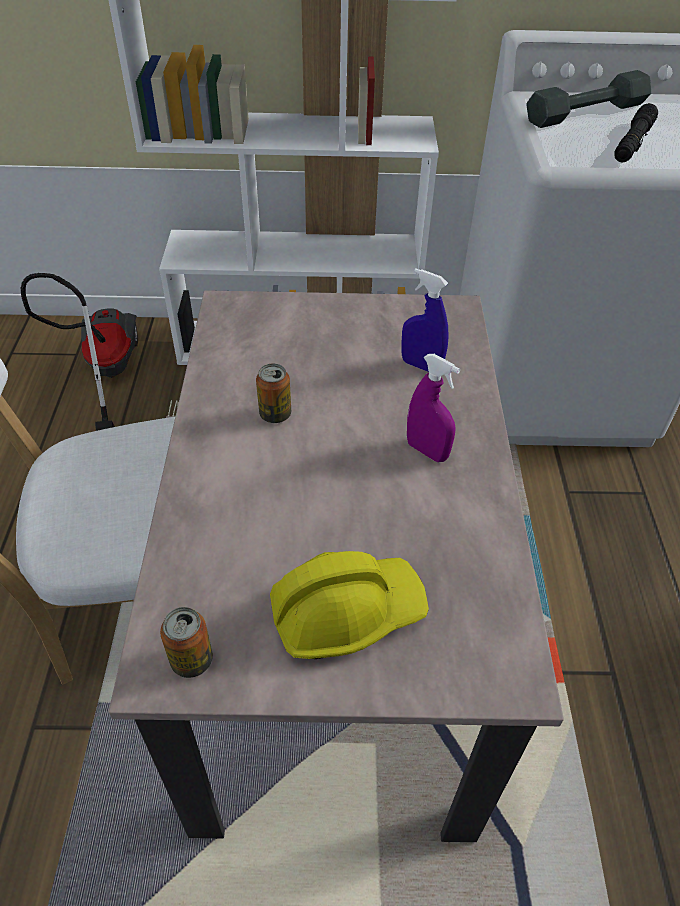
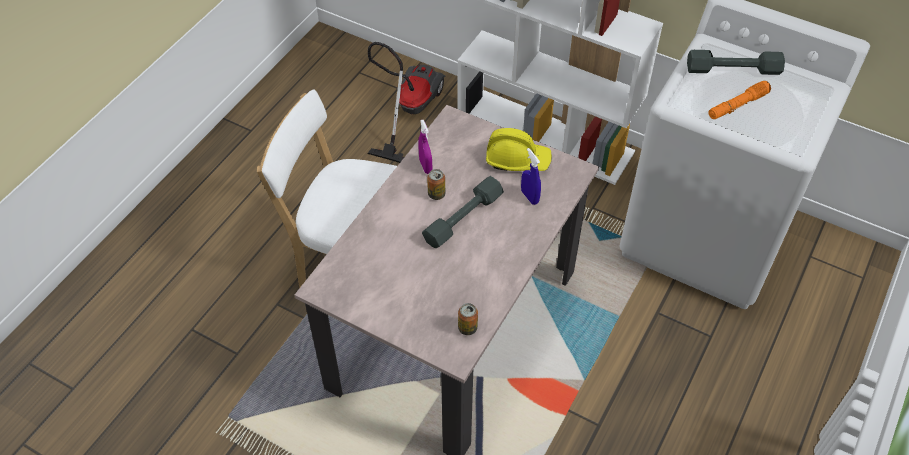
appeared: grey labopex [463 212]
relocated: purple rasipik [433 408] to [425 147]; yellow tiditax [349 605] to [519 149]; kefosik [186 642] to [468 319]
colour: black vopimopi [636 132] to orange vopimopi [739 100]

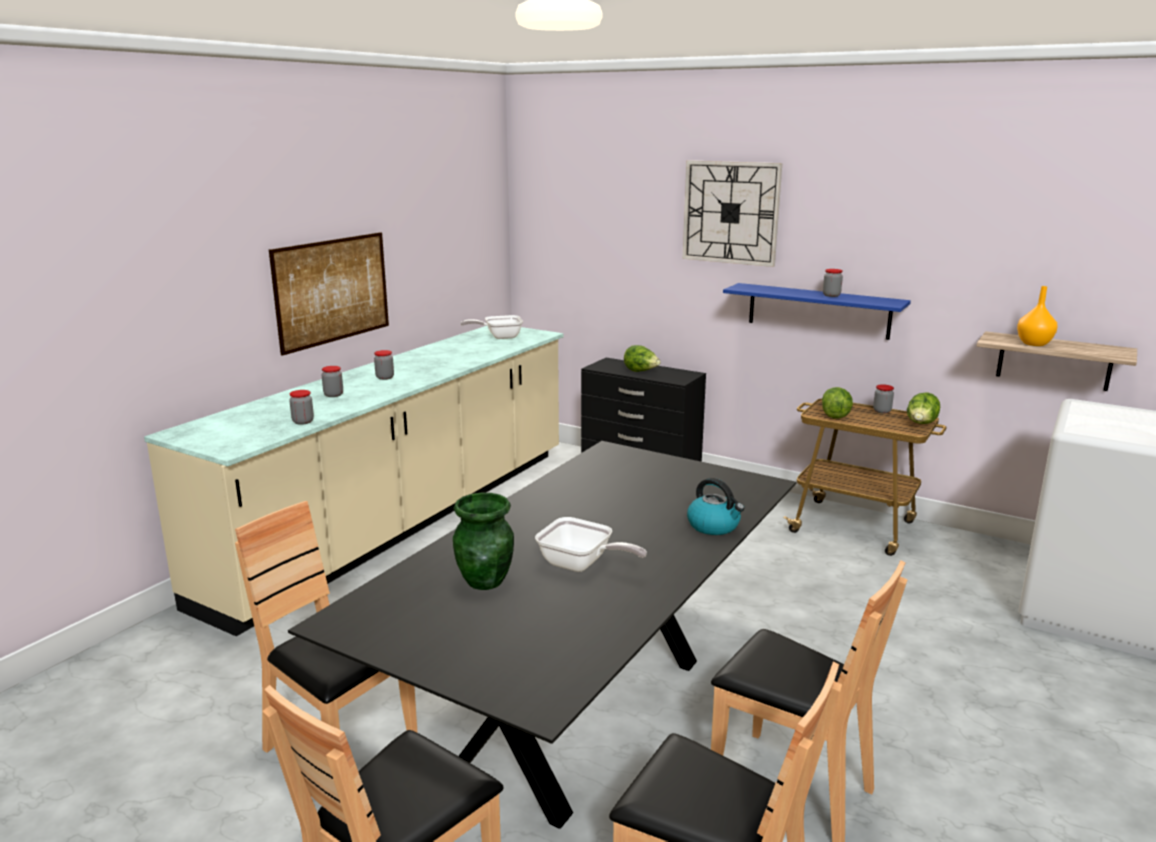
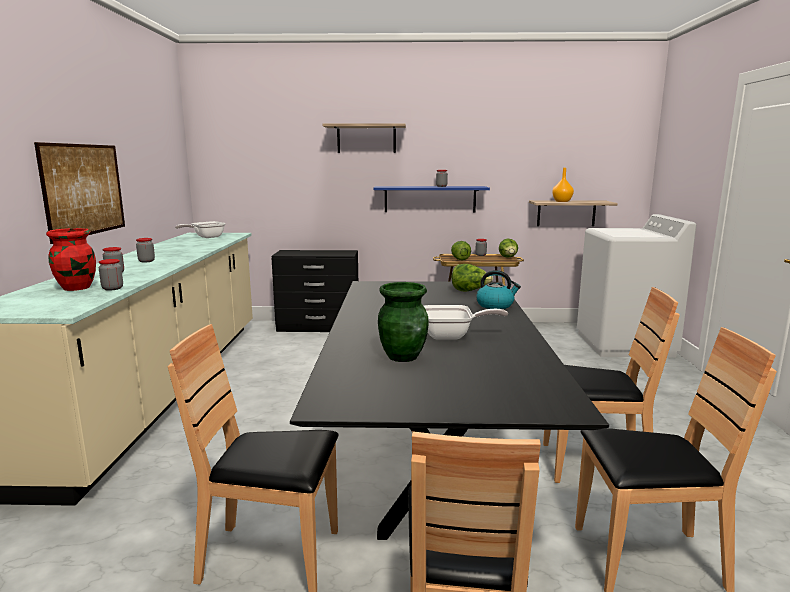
appeared: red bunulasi [71 259]
relocated: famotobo [642 358] to [472 278]
exchanged: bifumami [732 213] to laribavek [364 138]

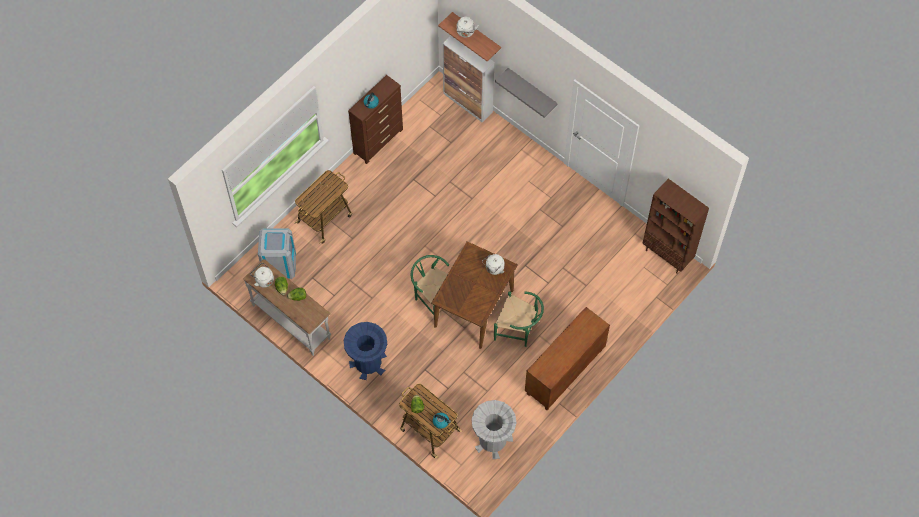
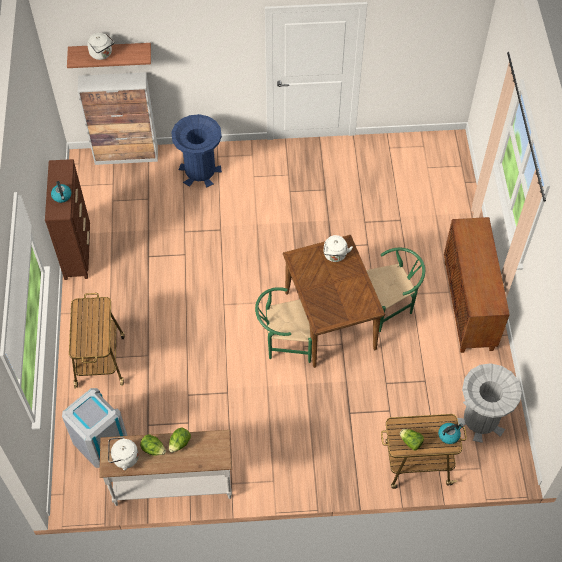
missing: grey laribavek [526 93]; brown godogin [675 226]
relocated: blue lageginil [365 351] to [196 151]

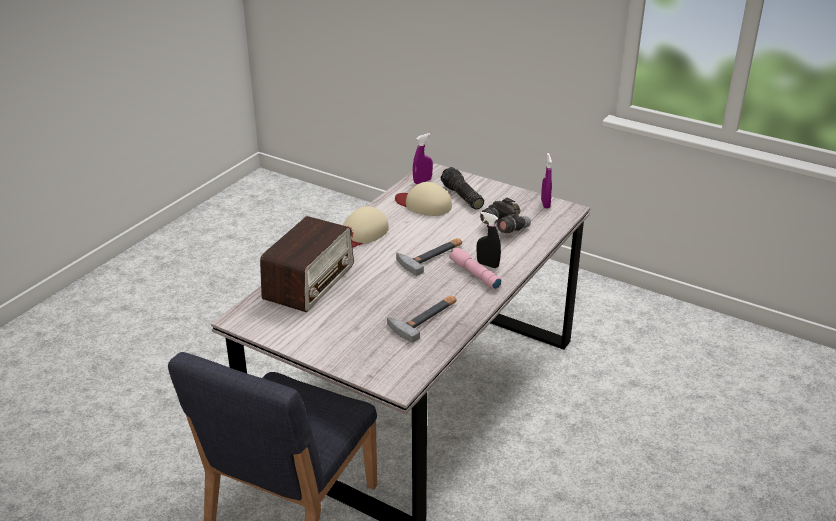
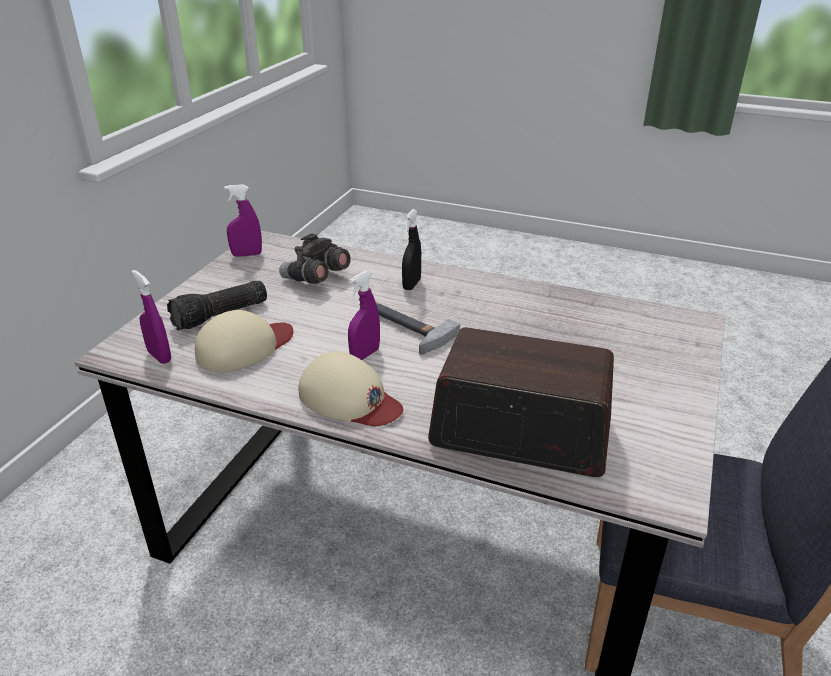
missing: pink vopimopi [475 268]; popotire [422 319]
appeared: purple rasipik [364 315]
spun: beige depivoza [423 199] = [244 341] 150 degrees counterclockwise

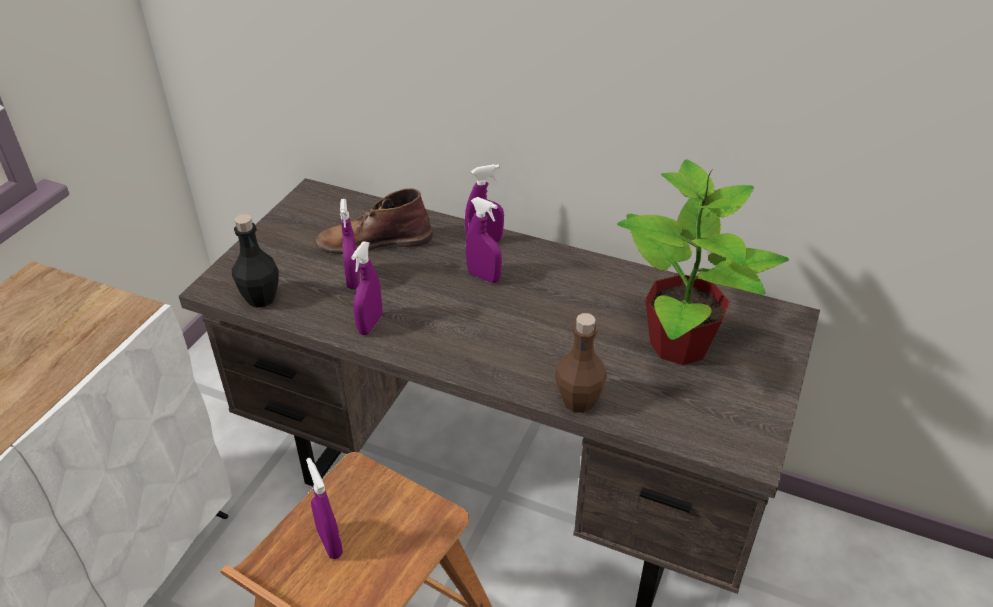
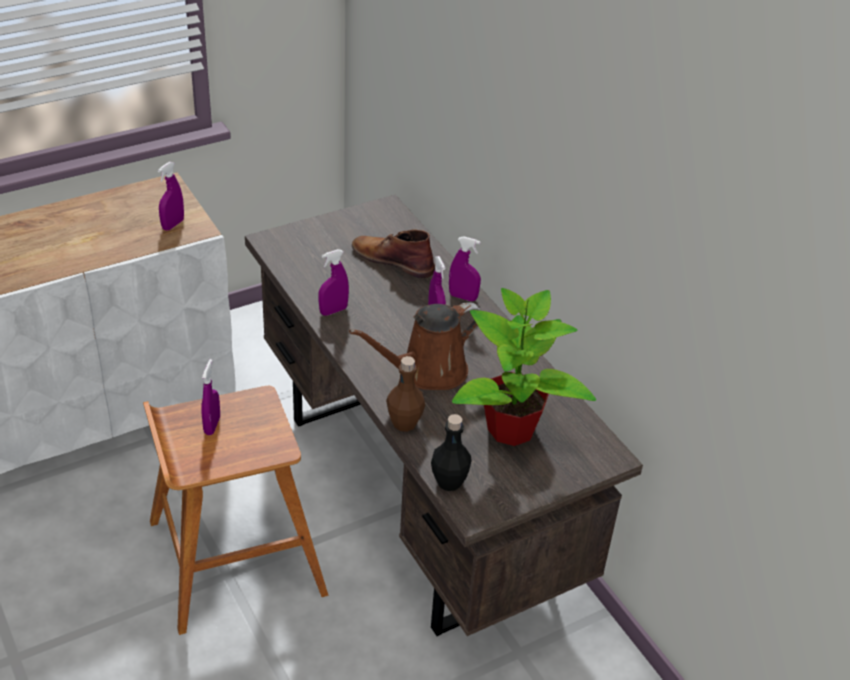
appeared: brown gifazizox [415 346]
relocated: purple rasipik [349 244] to [171 196]; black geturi [255 260] to [451 452]

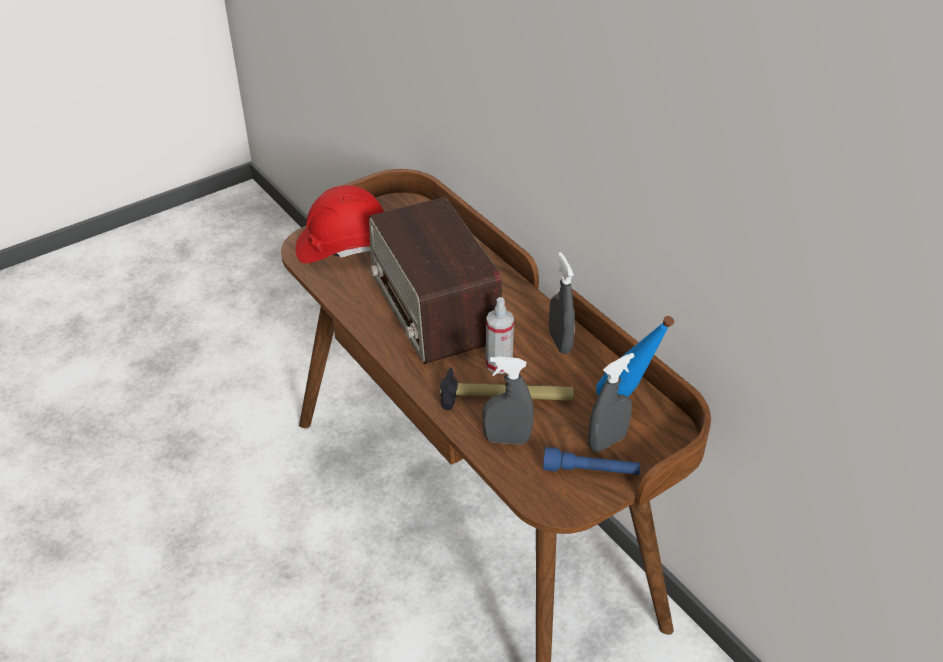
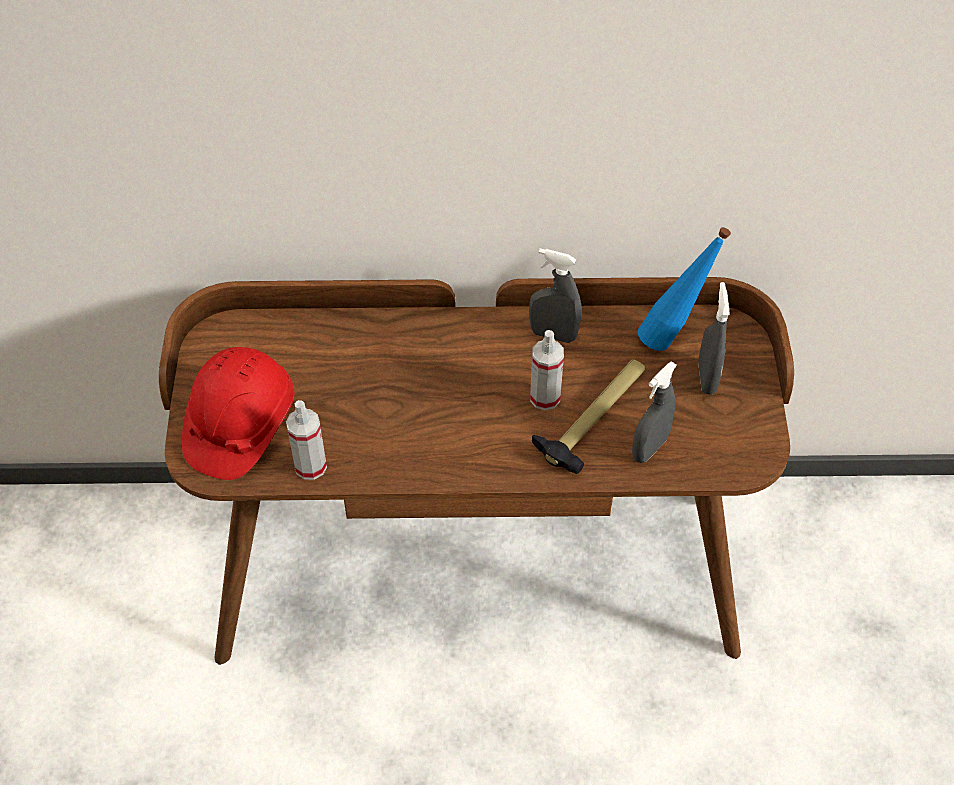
missing: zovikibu [435 280]; blue vopimopi [591 461]
appeared: rasipik [306 440]

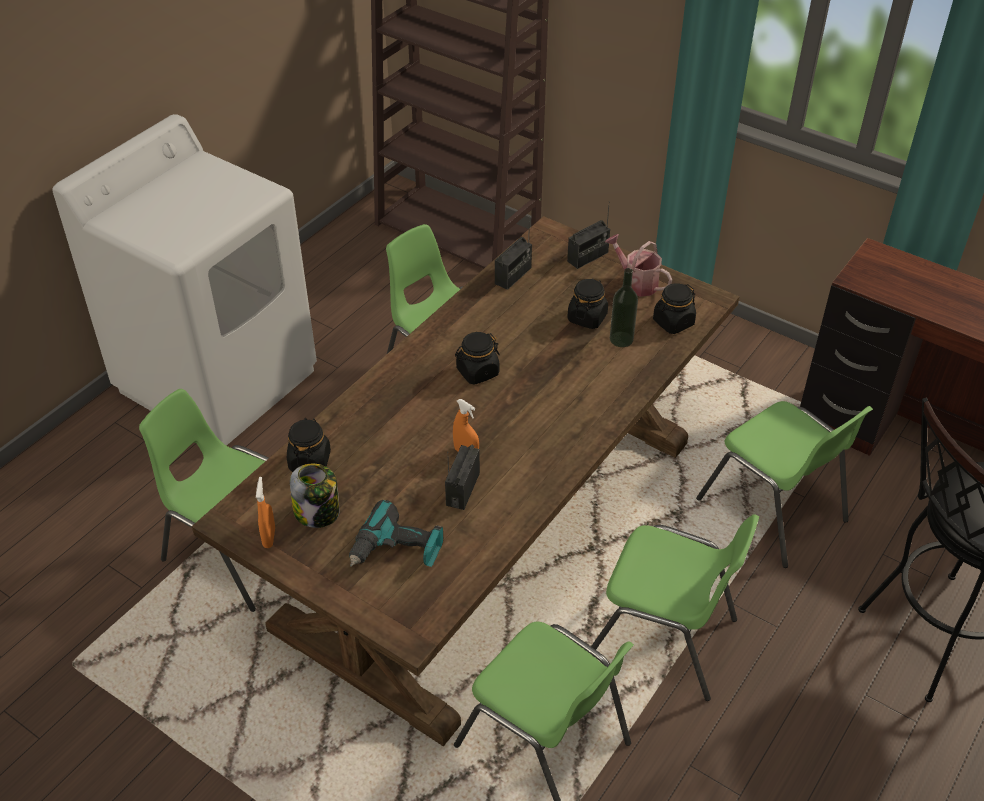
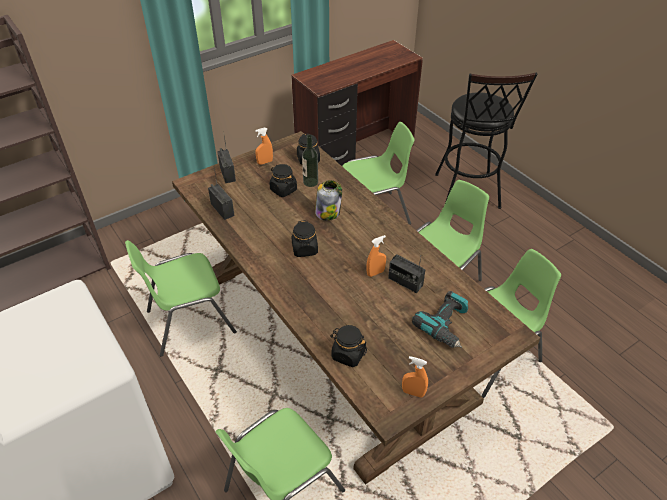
relocated: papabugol [315 496] to [328 200]
exchanged: gifazizox [638 265] to orange rasipik [264 146]

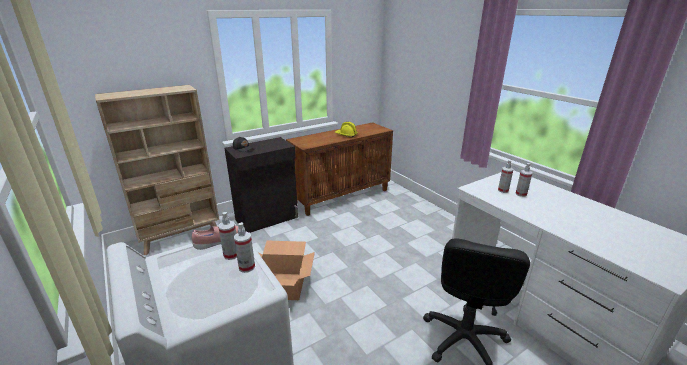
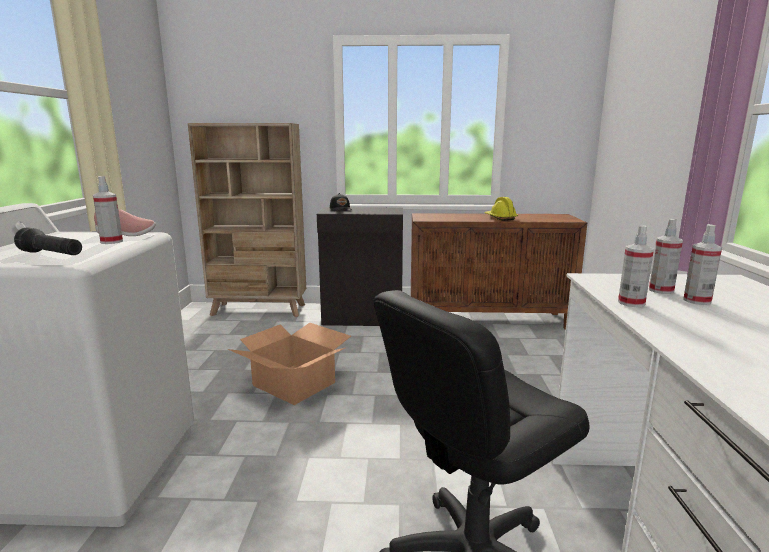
appeared: black vopimopi [48 241]
relocated: rasipik [244 247] to [636 266]

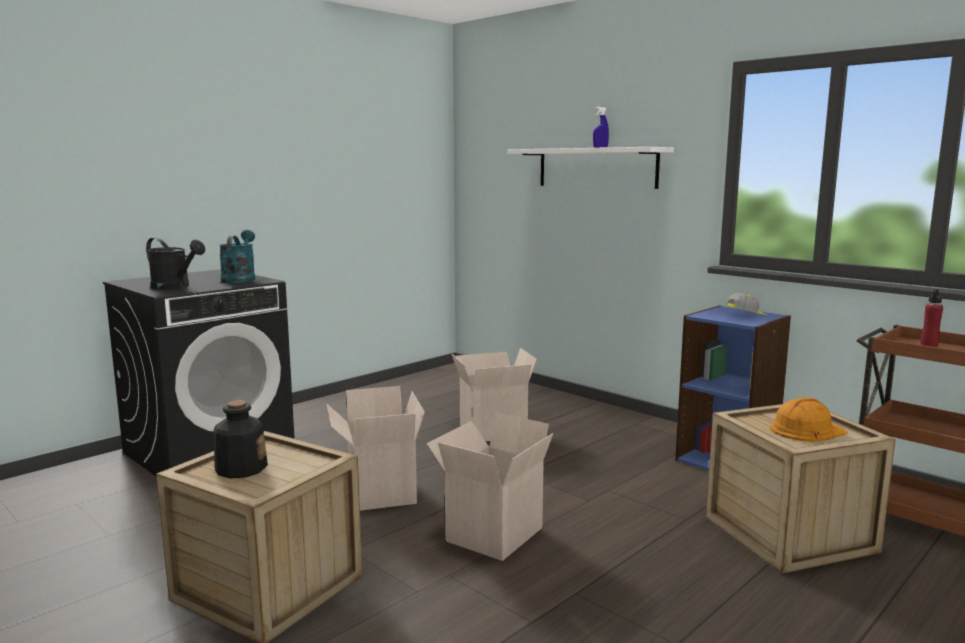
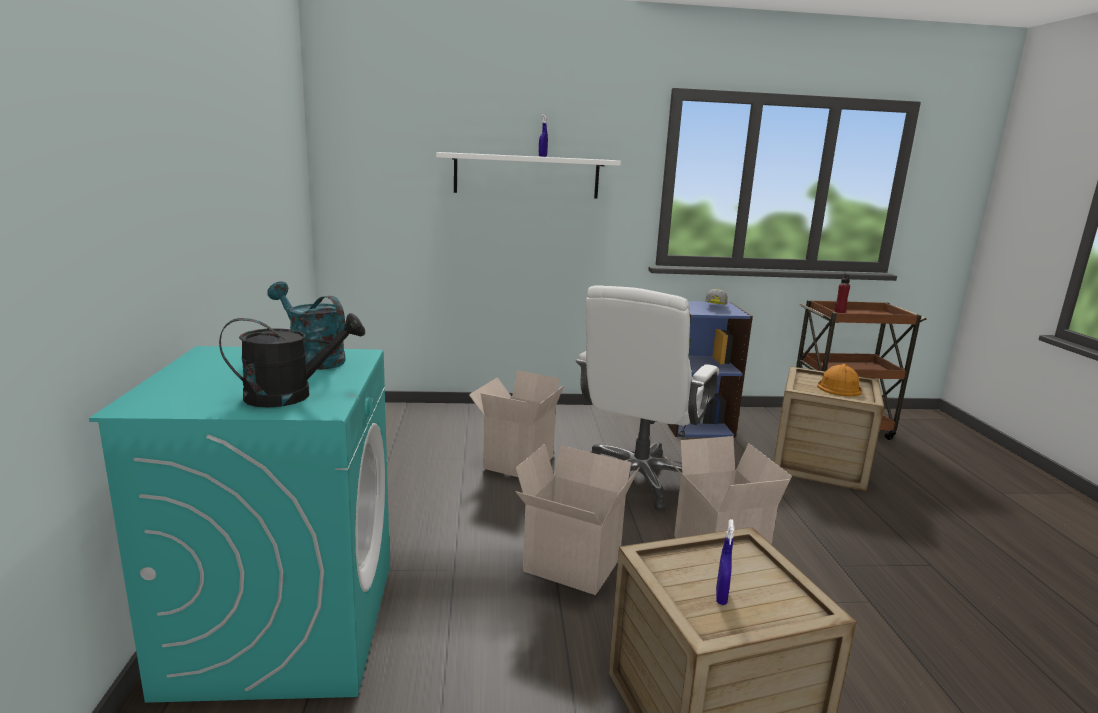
appeared: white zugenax [647 398]
exchanged: geturi [241 439] to blue rasipik [725 562]
colour: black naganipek [199 372] to turquoise naganipek [239 524]

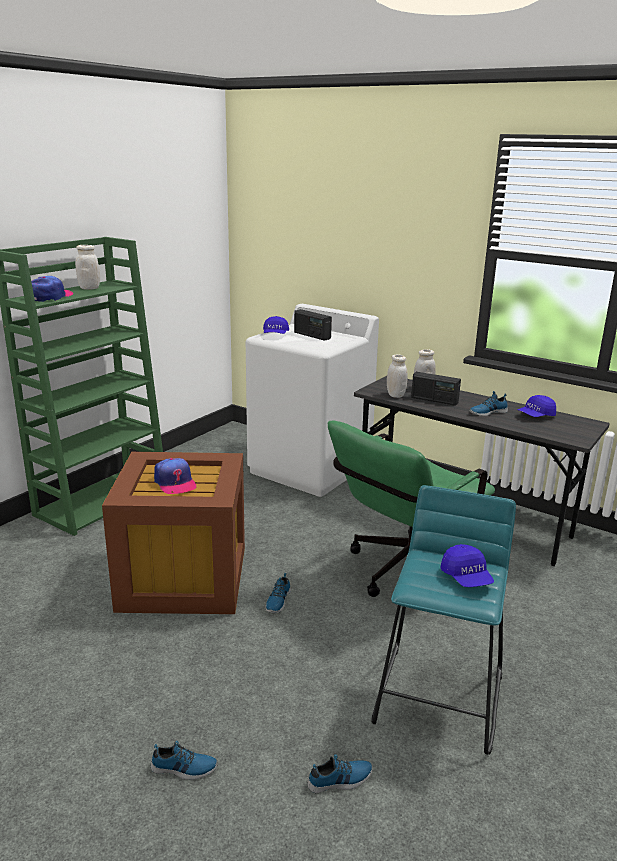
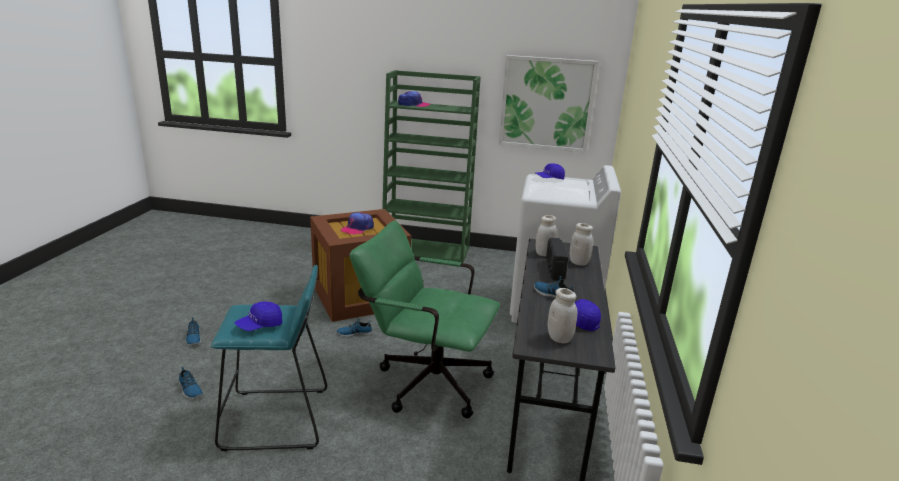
missing: zovikibu [313 325]
appeared: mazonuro [549 104]
relocated: white papabugol [87 267] to [562 315]

